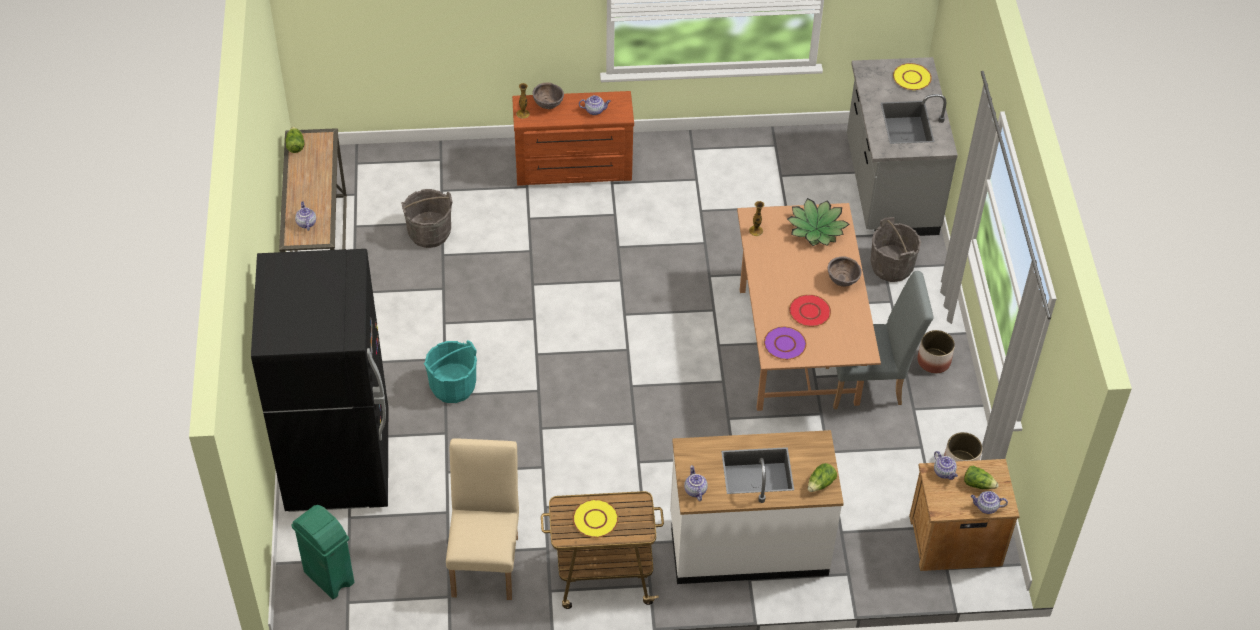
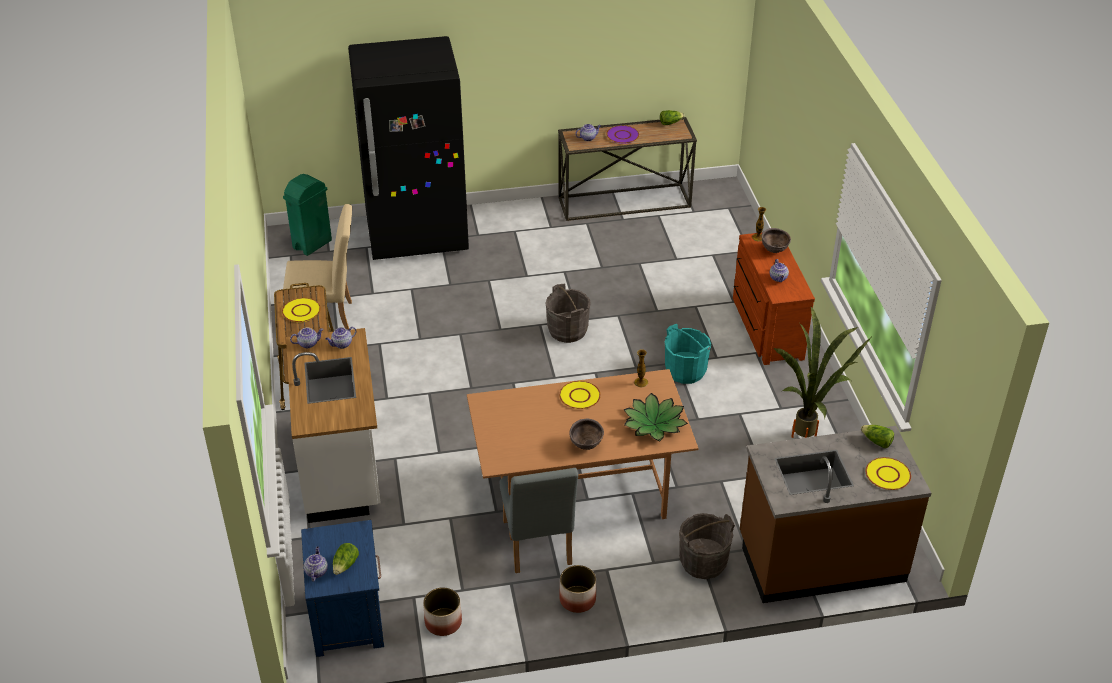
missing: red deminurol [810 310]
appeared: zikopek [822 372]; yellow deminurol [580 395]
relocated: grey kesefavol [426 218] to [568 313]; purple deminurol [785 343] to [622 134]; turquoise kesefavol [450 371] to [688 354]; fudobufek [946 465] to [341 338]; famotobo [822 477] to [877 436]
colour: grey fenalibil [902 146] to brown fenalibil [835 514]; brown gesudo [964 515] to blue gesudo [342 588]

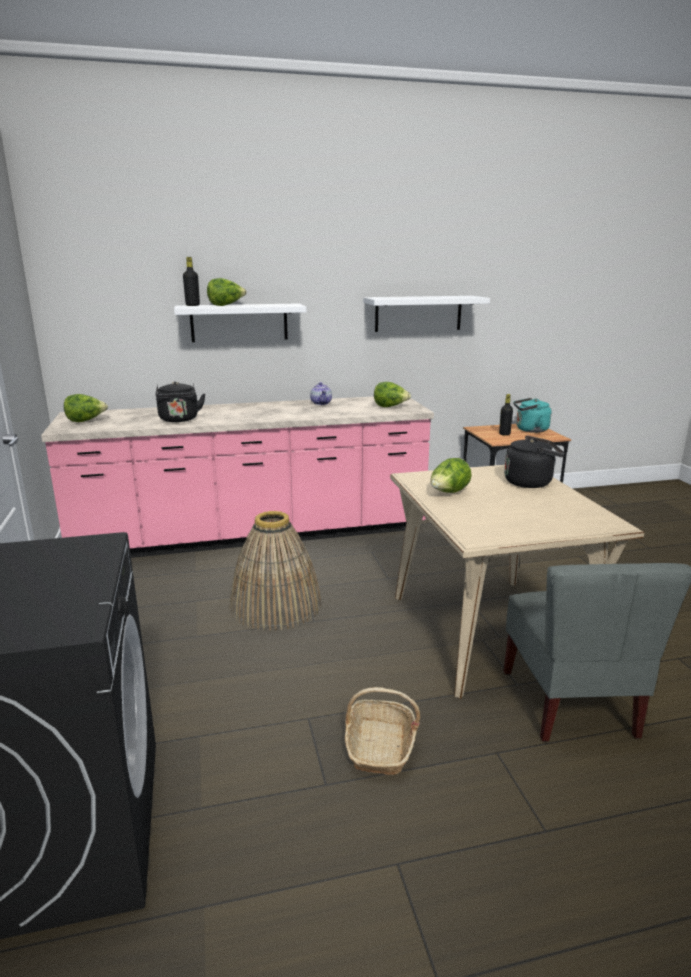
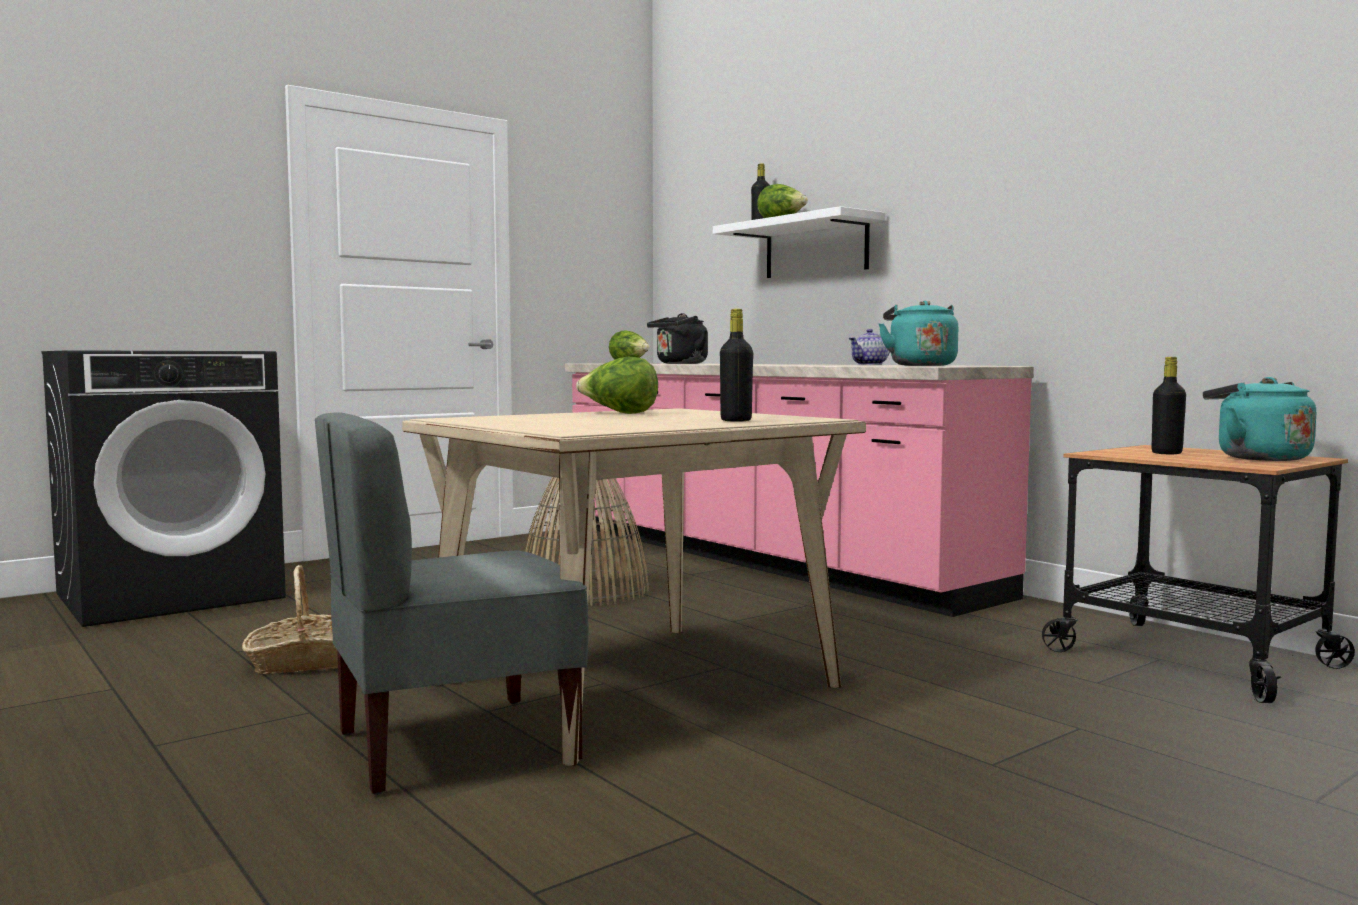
missing: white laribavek [426 314]
exchanged: famotobo [392 394] to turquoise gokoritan [918 333]; black gokoritan [534 462] to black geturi [736 365]

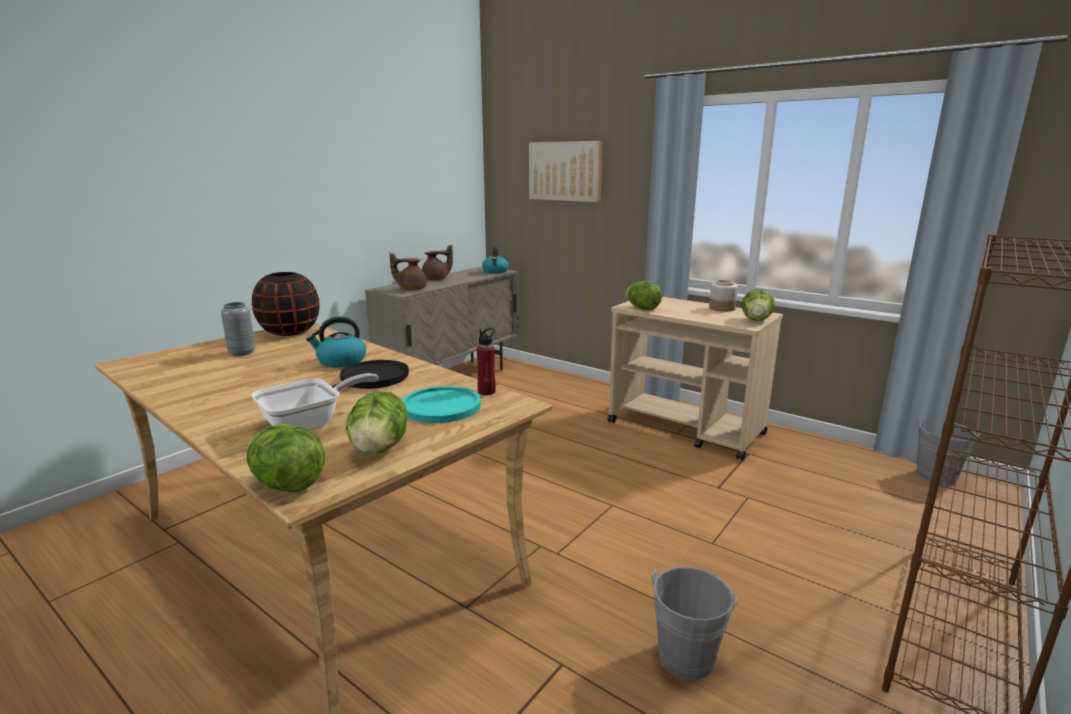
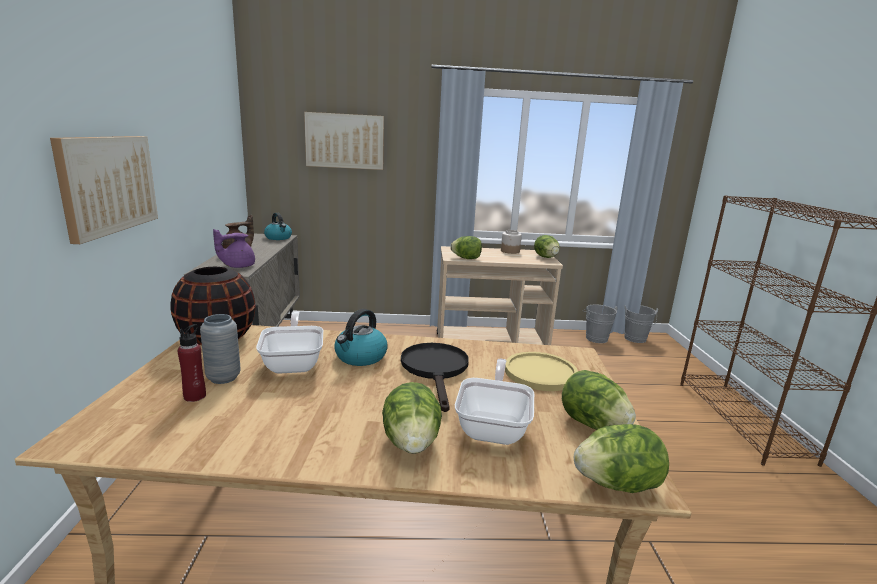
appeared: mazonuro [104 190]; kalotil [289 342]; famotobo [412 418]
relocated: red geturi [486 361] to [192 363]; grey kesefavol [695 623] to [601 323]
colour: brown fudobufek [408 271] to purple fudobufek [234 248]; turquoise deminurol [441 404] to yellow deminurol [541 371]

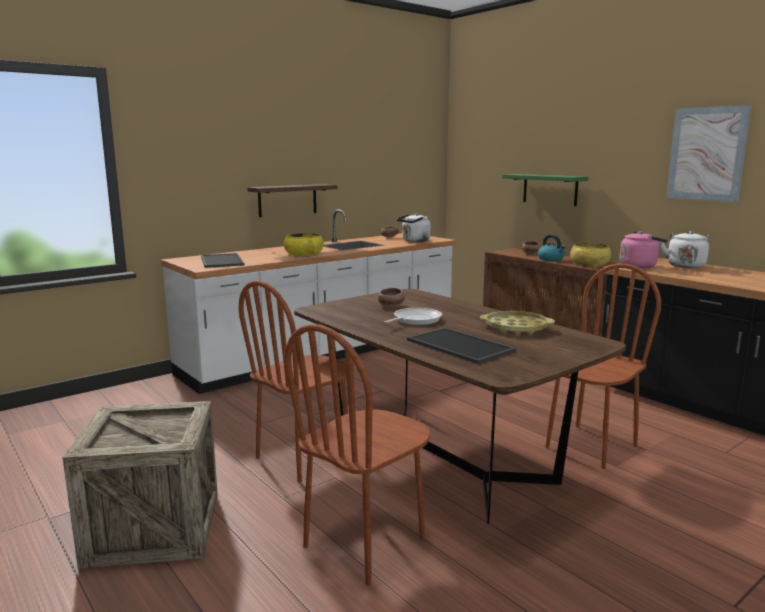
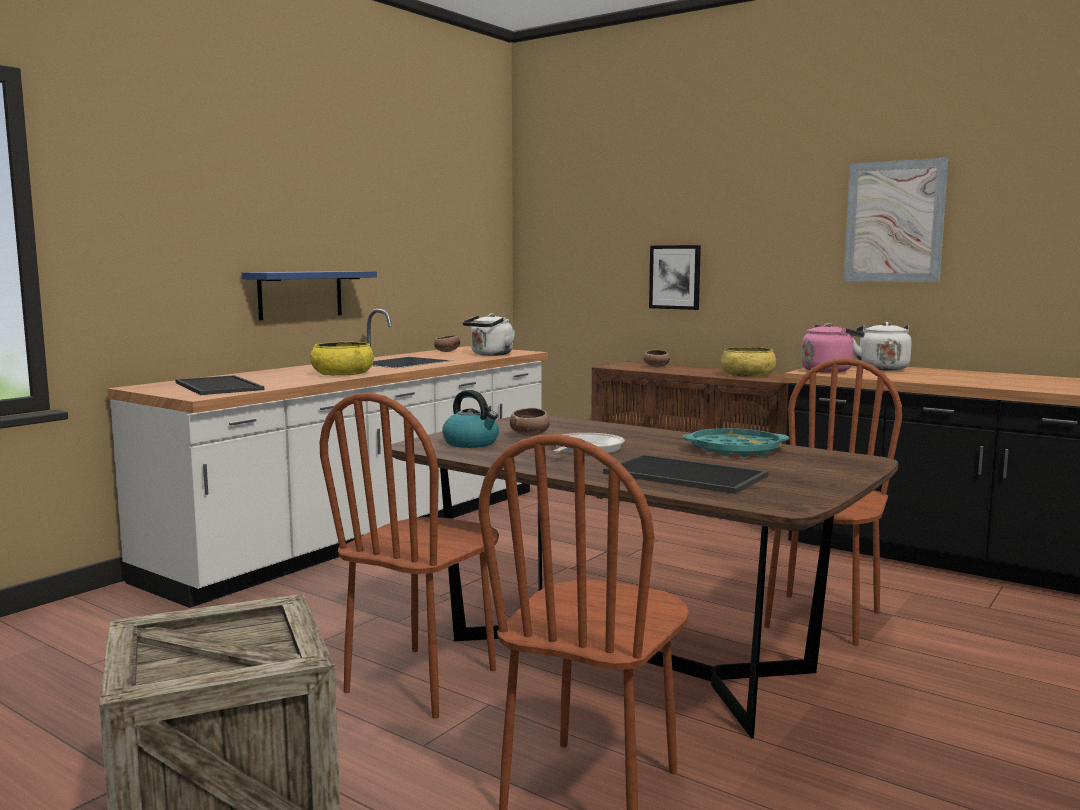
relocated: gokoritan [551 247] to [470 419]
exchanged: green laribavek [545 190] to mazonuro [675 277]
colour: brown laribavek [292 200] to blue laribavek [309 295]; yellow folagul [517 322] to turquoise folagul [736 442]

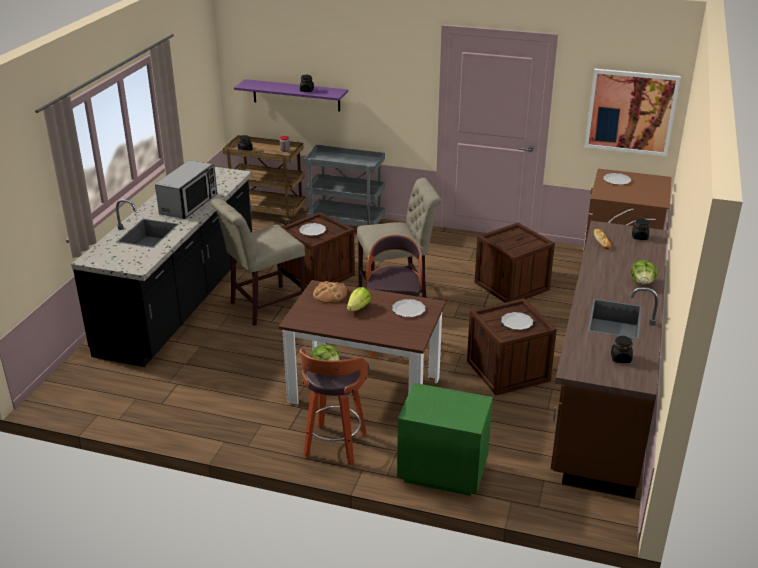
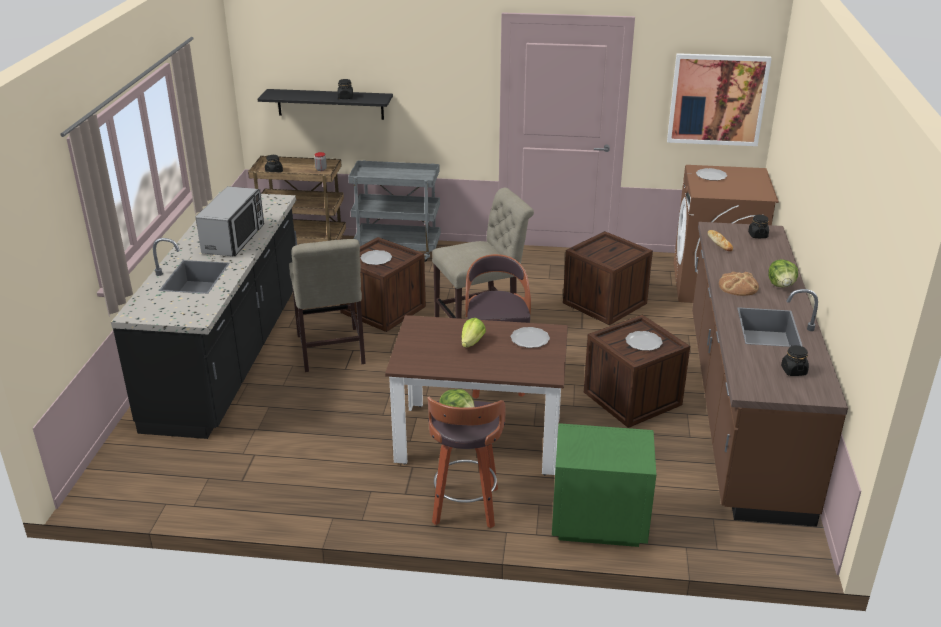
relocated: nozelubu [330 292] to [739 284]
colour: purple laribavek [291 95] to black laribavek [325 104]
spun: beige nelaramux [258 262] = [327 305] 60 degrees counterclockwise

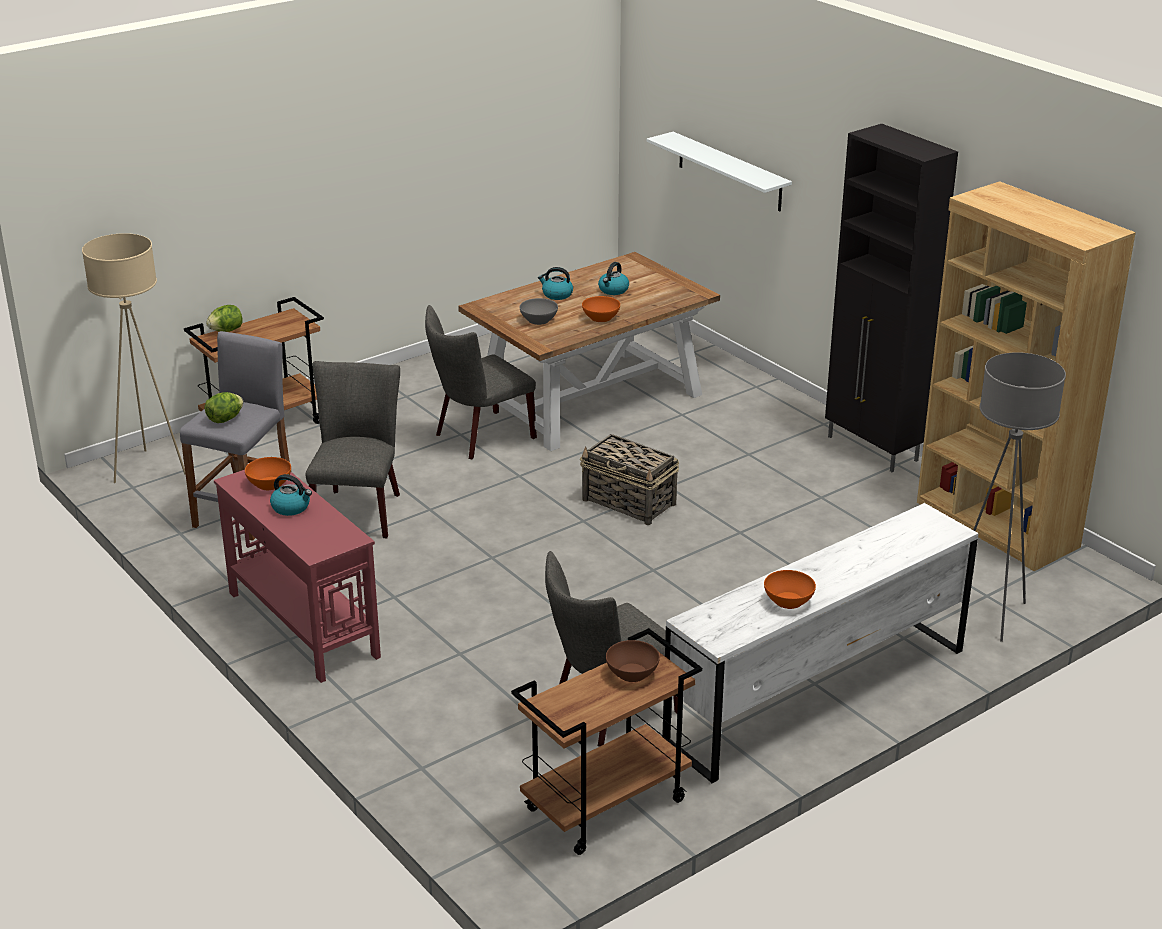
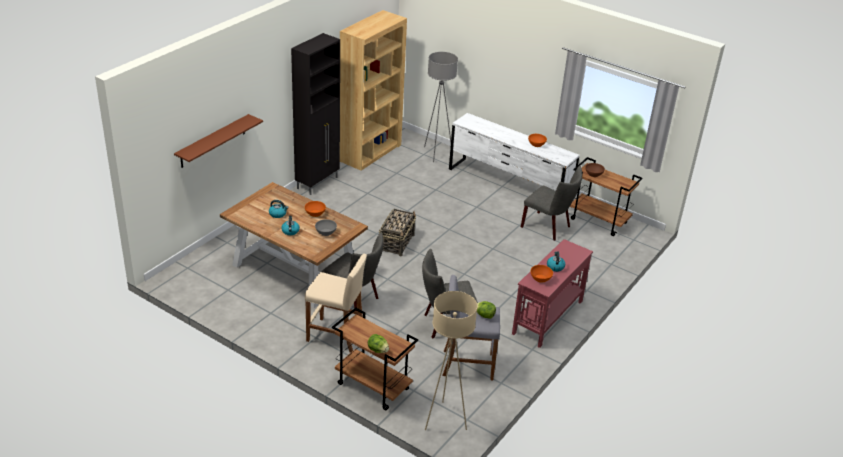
appeared: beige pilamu [336 303]
colour: white laribavek [719 171] to brown laribavek [218 141]

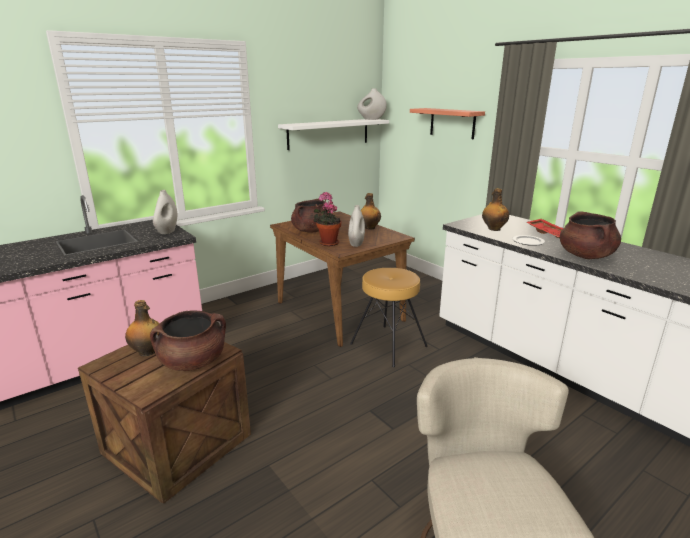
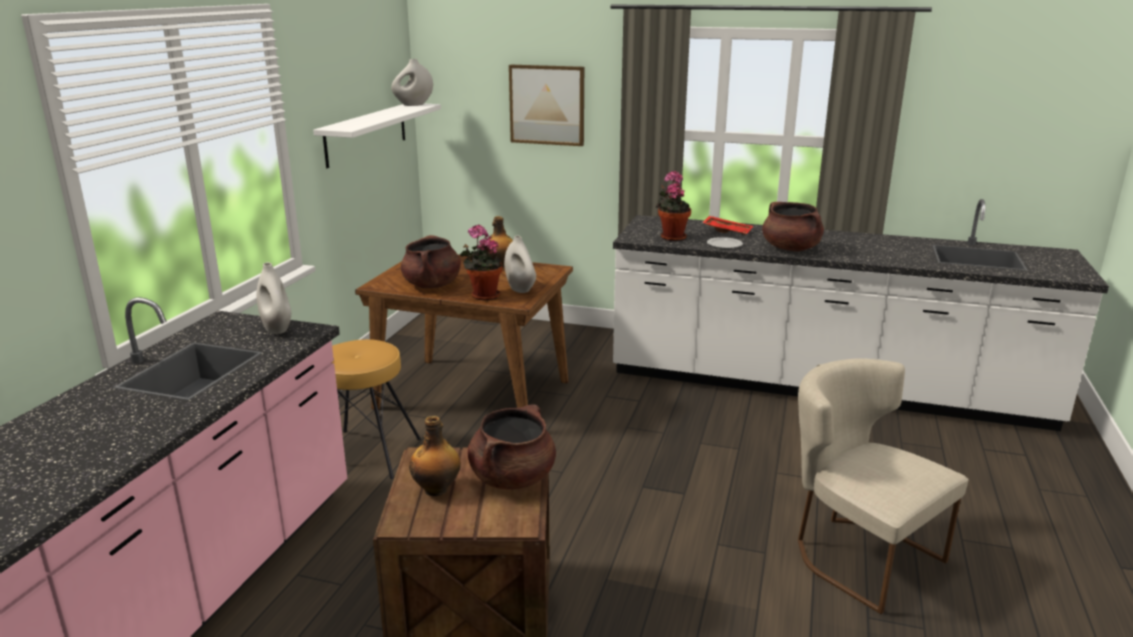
relocated: brown pilamu [389 317] to [376 409]
exchanged: laribavek [447 123] to mazonuro [546 105]; geturi [495 209] to zikopek [673 206]

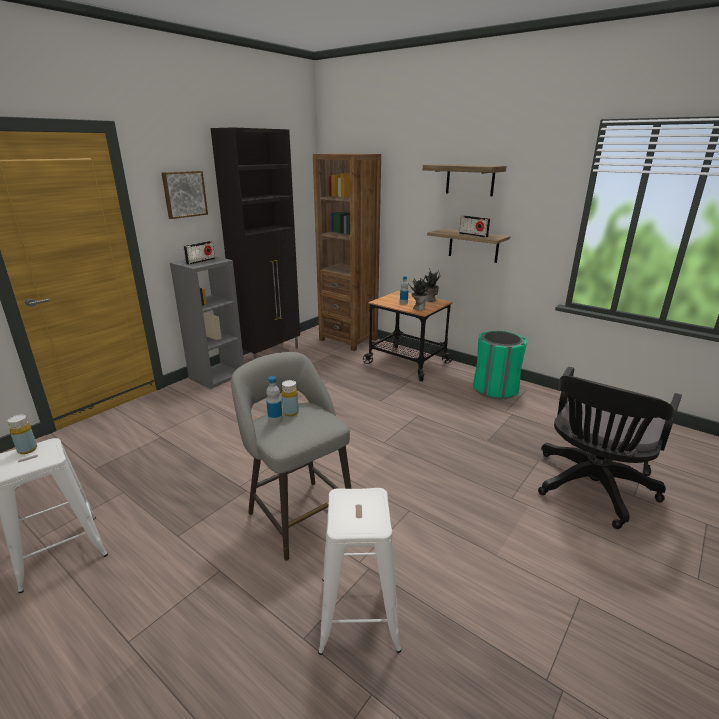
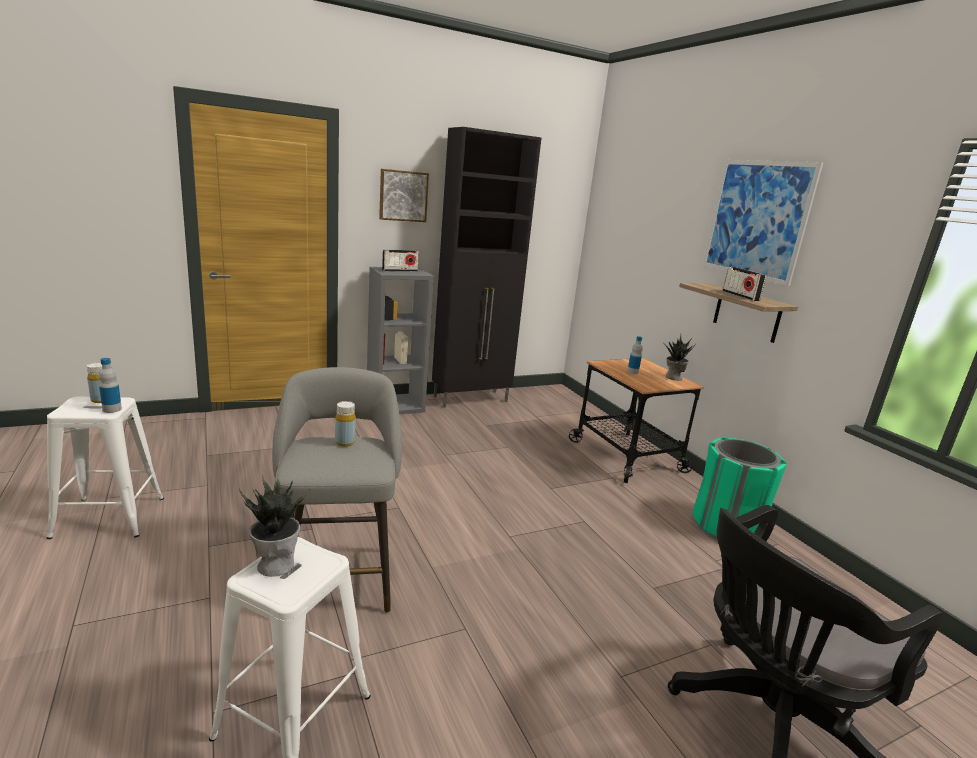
missing: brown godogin [347 252]
relocated: zikopek [419 293] to [275 525]; geturi [274 400] to [110 385]
exchanged: laribavek [465 180] to mazonuro [762 223]

